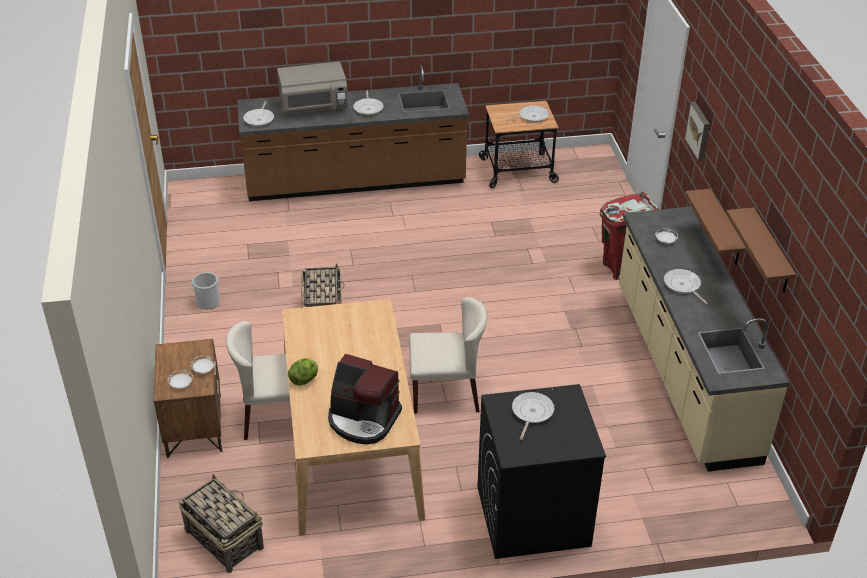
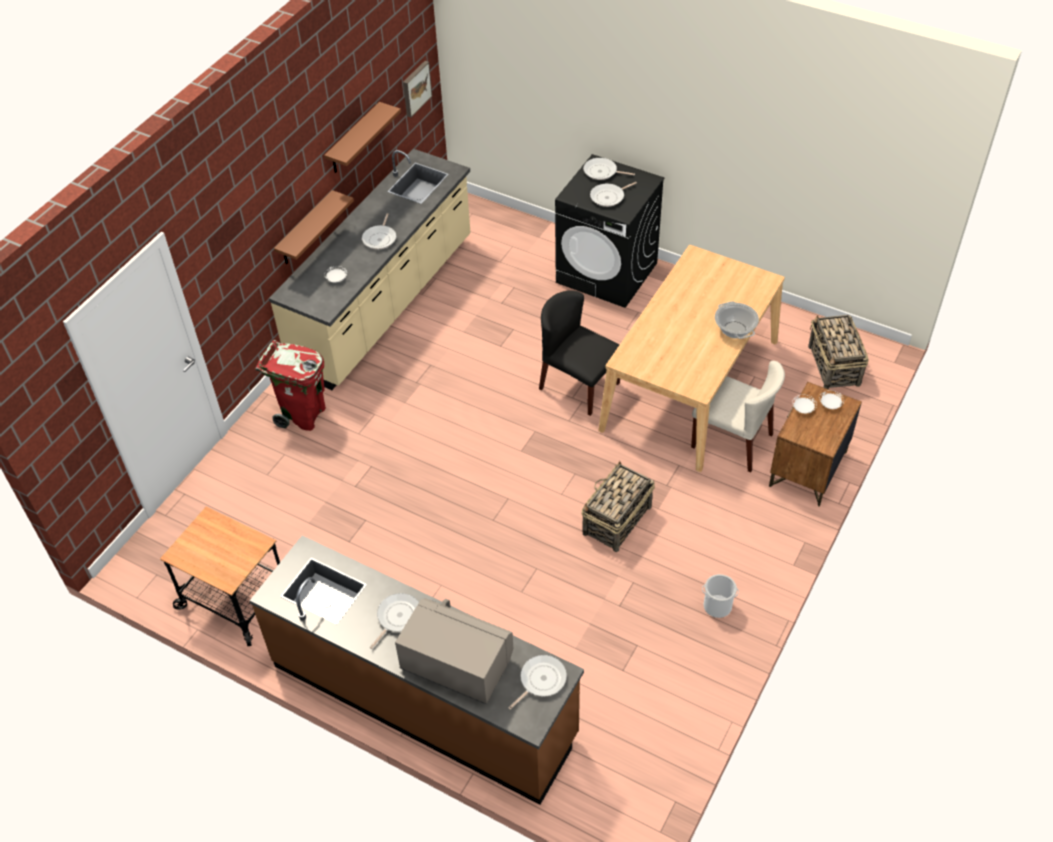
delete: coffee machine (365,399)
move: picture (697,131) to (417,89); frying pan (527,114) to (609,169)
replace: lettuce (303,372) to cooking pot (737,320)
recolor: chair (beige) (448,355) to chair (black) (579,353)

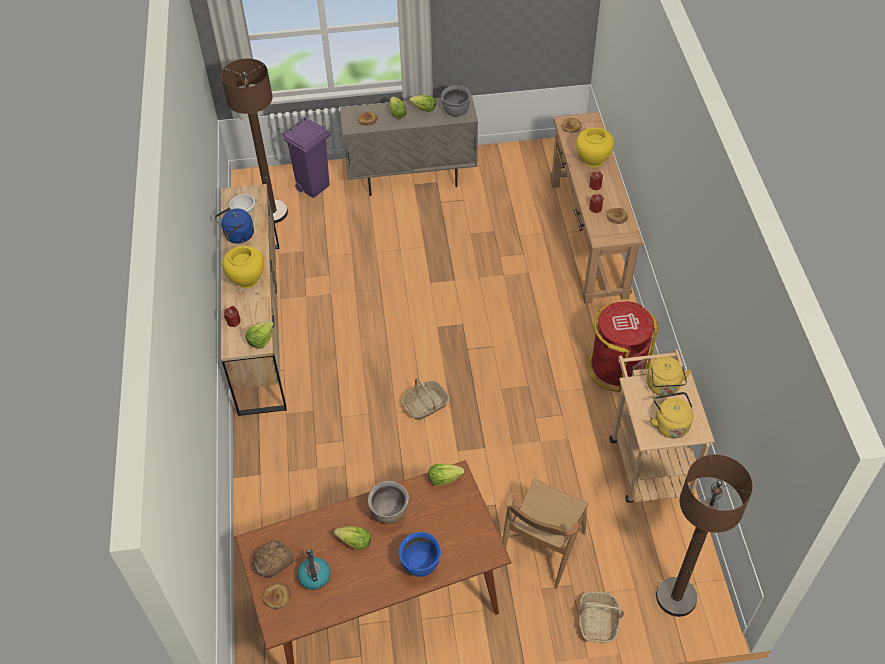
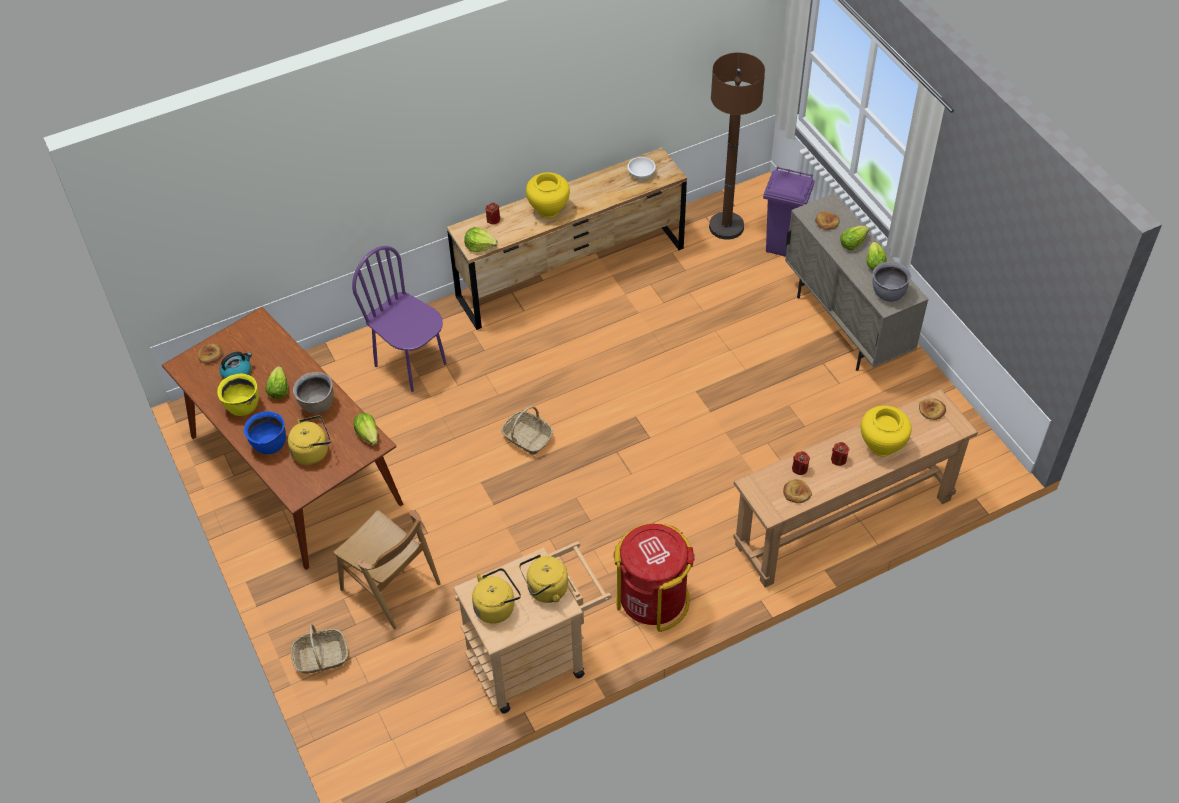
delete: kettle (blue) (234,226); floor lamp (brown) (704,535); bread (273,559)
insert: chair (purple) (399,319); cooking pot (yellow) (238,394); kettle (yellow) (309,440)
rotate: chair (brown) (545,533) = (387,569) 150 degrees counterclockwise

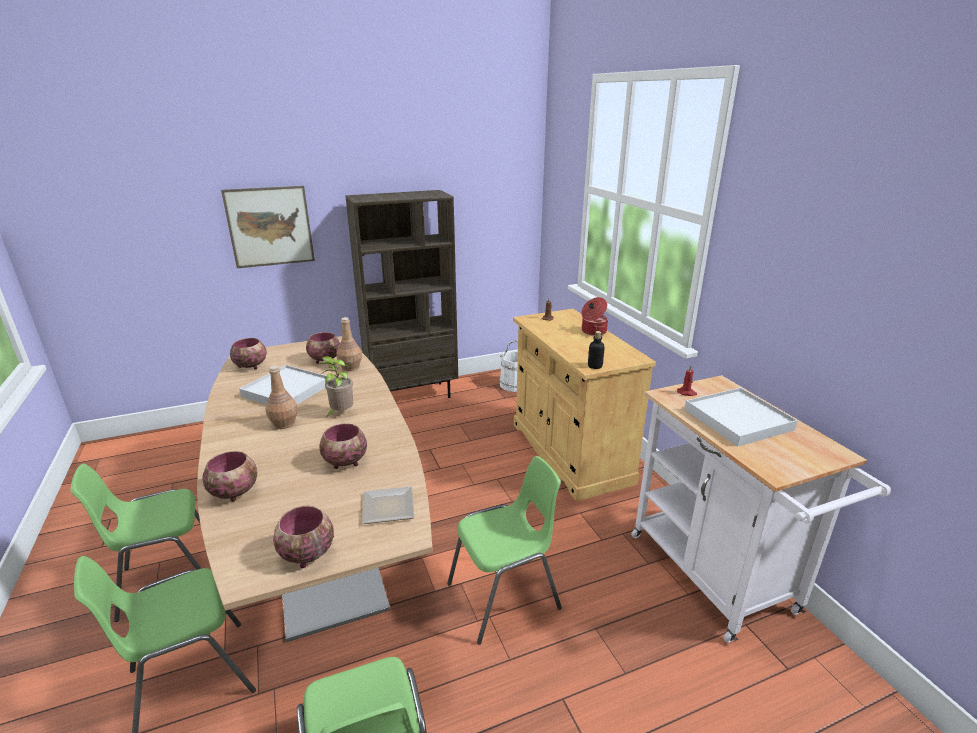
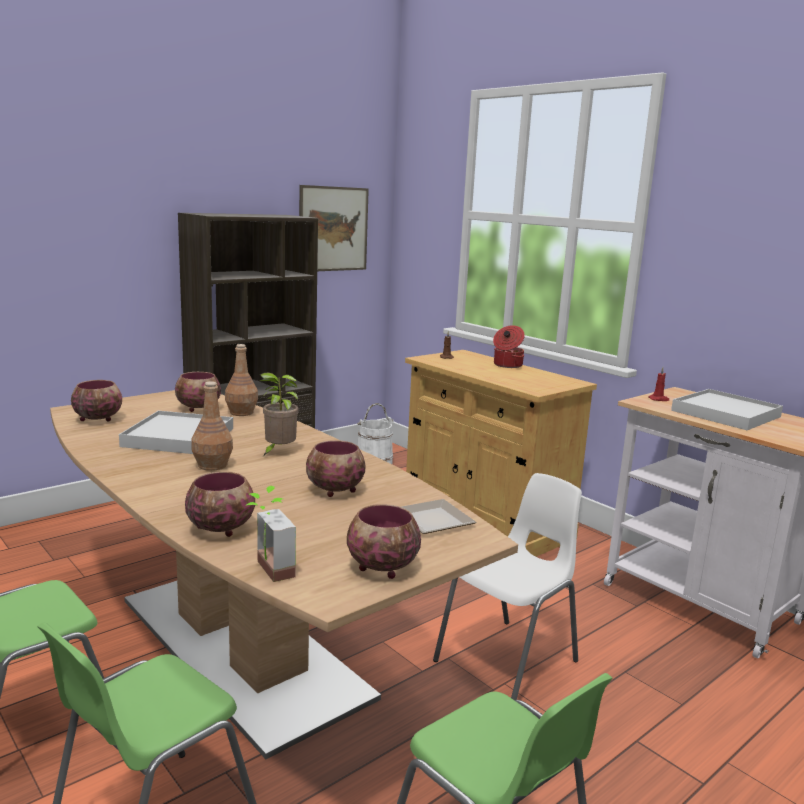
delete: bottle (596,350)
insert: potted plant (270,534)
move: picture (268,227) to (334,228)
recolor: chair (green) (504,550) to chair (white) (507,586)

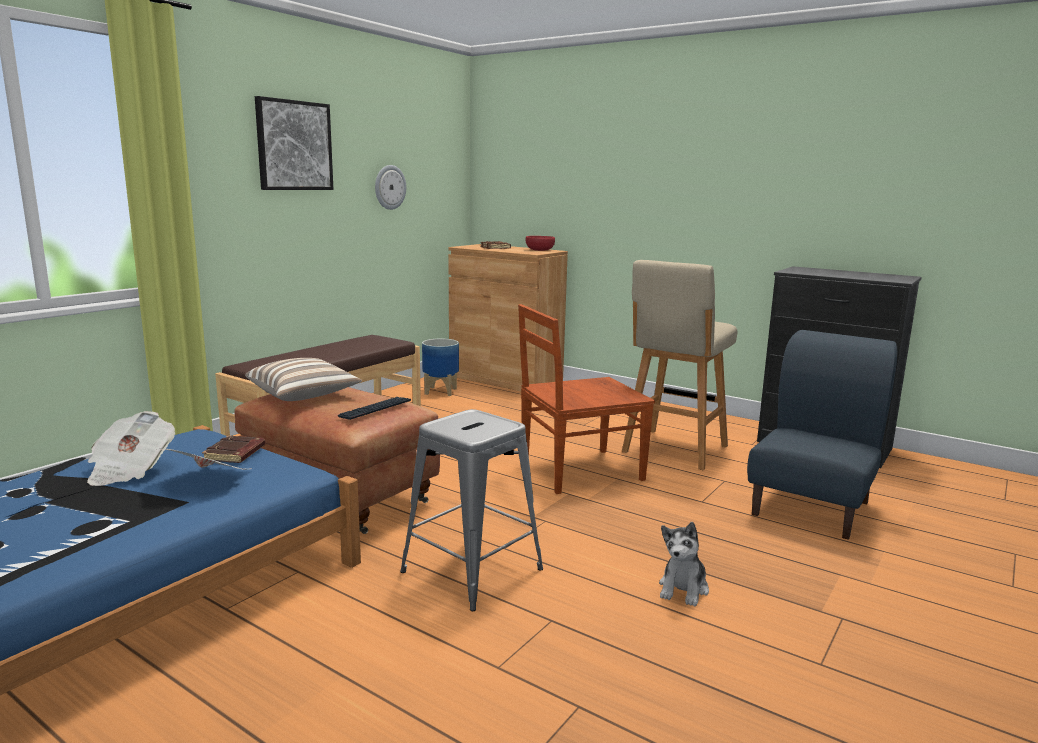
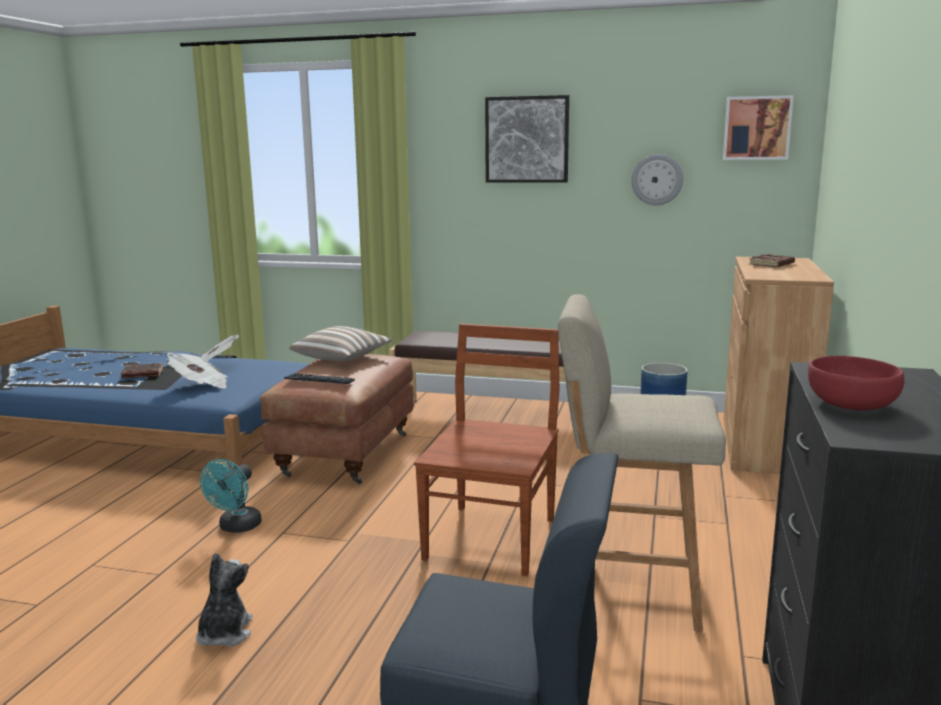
insert: picture (758,127)
move: bowl (red) (540,243) to (856,383); book (brown) (233,449) to (142,370)
replace: stool (grey) (471,510) to fan (turquoise) (230,496)
rotate: chair (brown) (586,399) = (486,450) 60 degrees clockwise; plush toy (684,564) = (224,600) 90 degrees clockwise

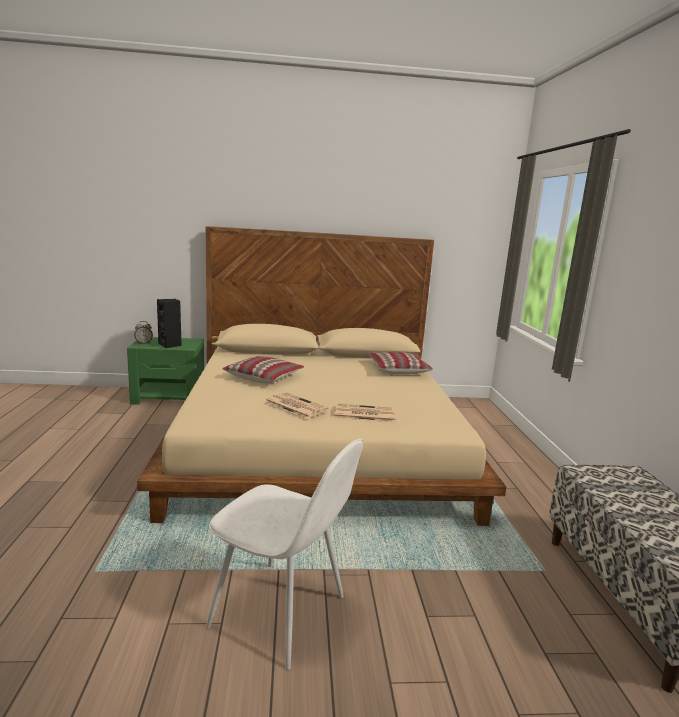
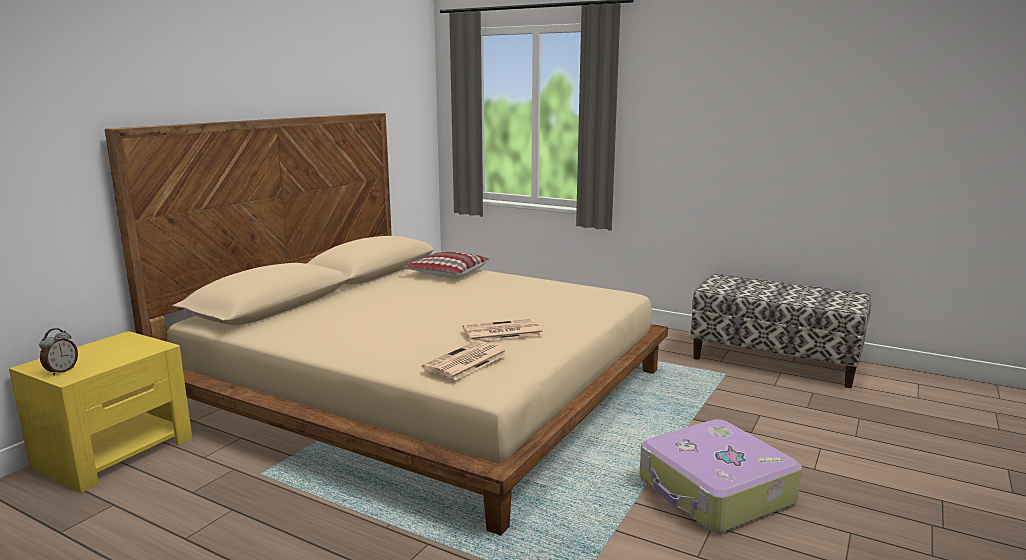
delete: speaker (black) (169,323); pillow (263,369)
move: newspaper (364,413) to (465,360)
replace: chair (white) (284,554) to suitcase (720,476)
recolor: nightstand (green) (165,371) to nightstand (yellow) (100,412)

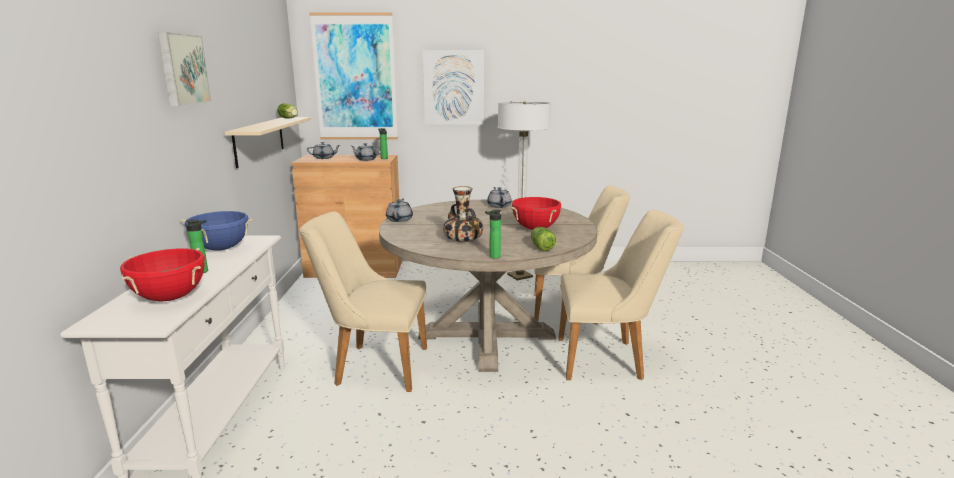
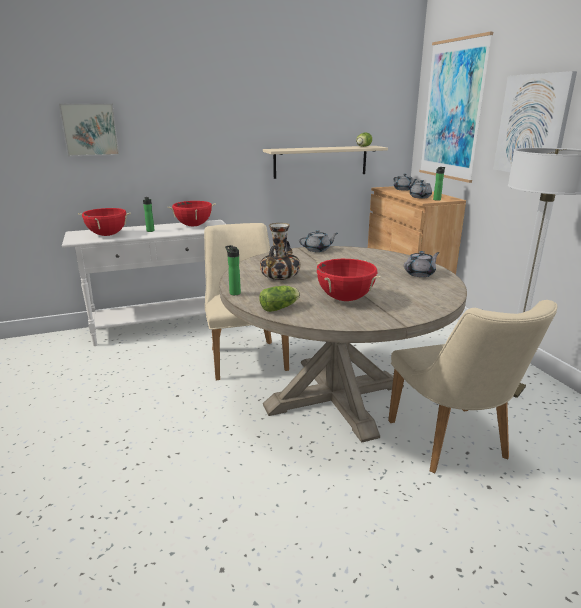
delete: chair (beige) (621,295)
move: picture (185,69) to (89,130)
recolor: cooking pot (blue) (217,231) to cooking pot (red) (192,213)

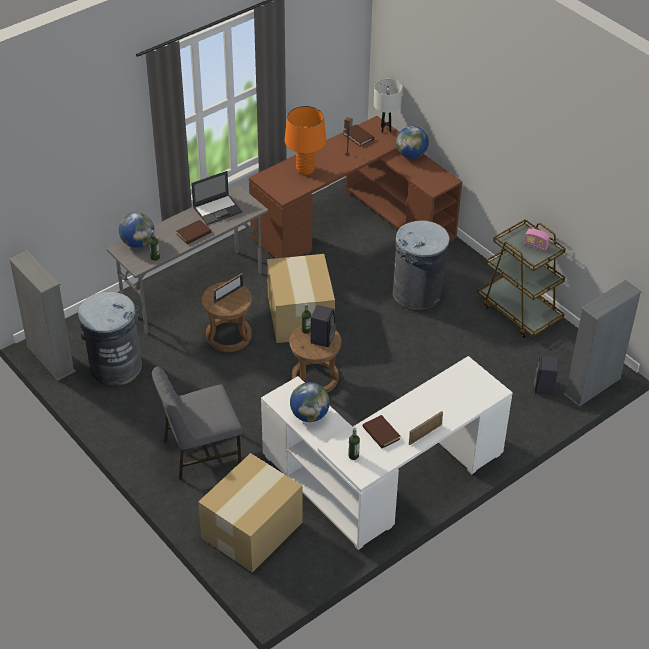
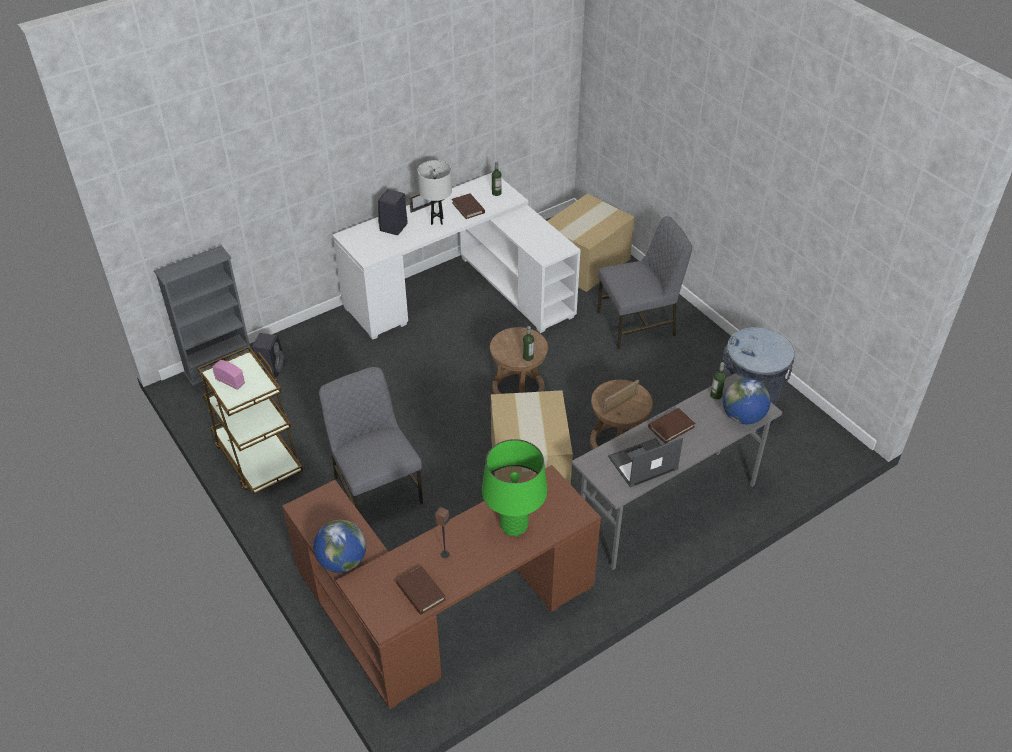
delete: bookcase (grey) (42,315); globe (310,402)
move: table lamp (white) (388,106) to (434,192); speaker (black) (323,326) to (393,212)
replace: trash can (grey) (421,265) to chair (grey) (371,440)
recolor: table lamp (orange) (305,140) to table lamp (green) (514,487)

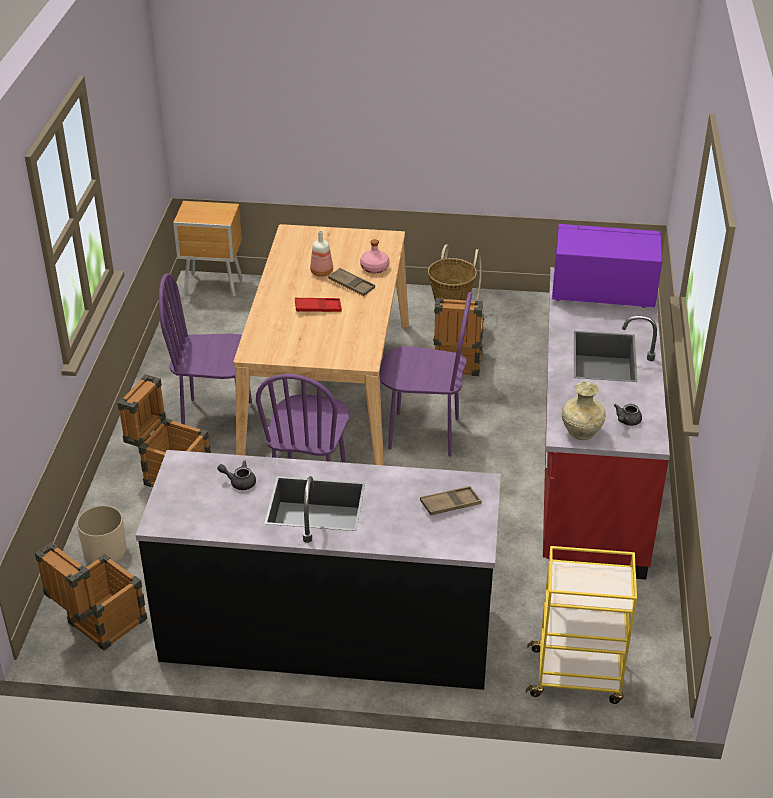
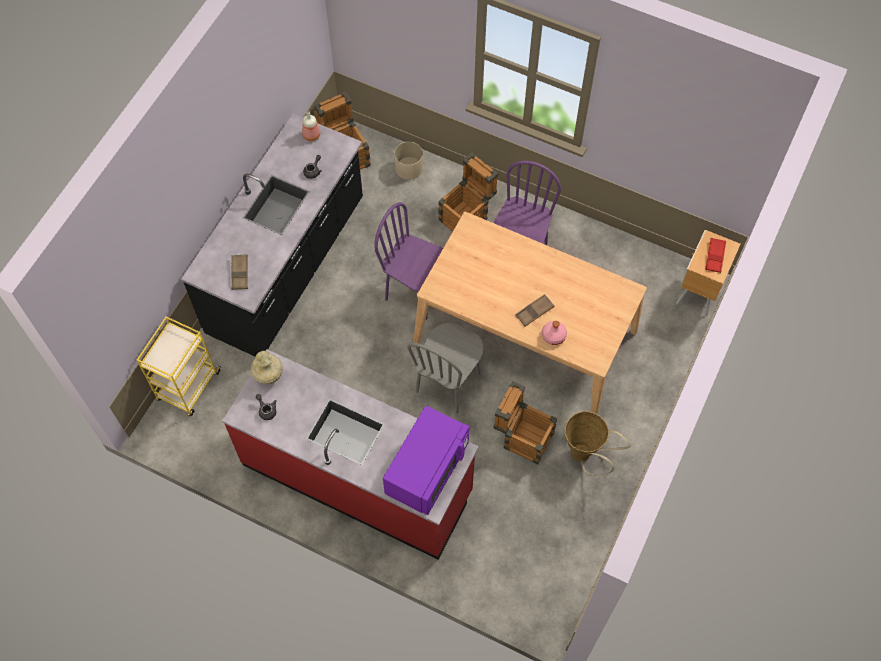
move: bottle (321,254) to (311,126); tray (red) (318,305) to (715,255)
recolor: chair (purple) (425,374) to chair (grey) (445,368)

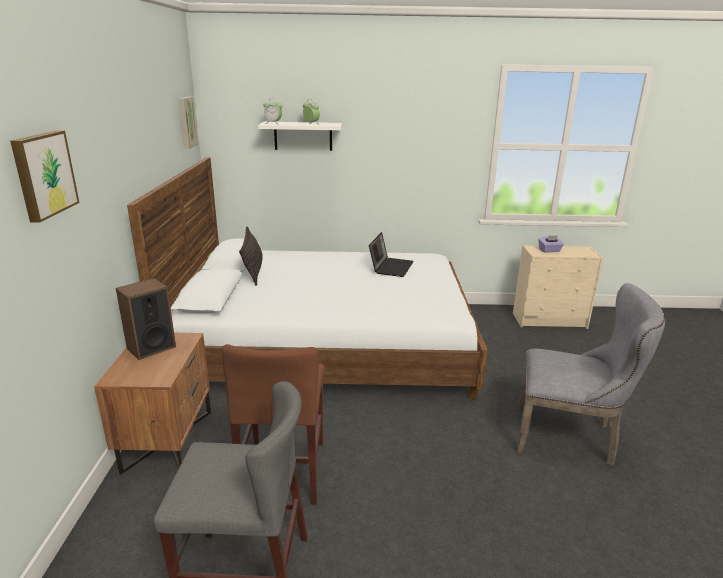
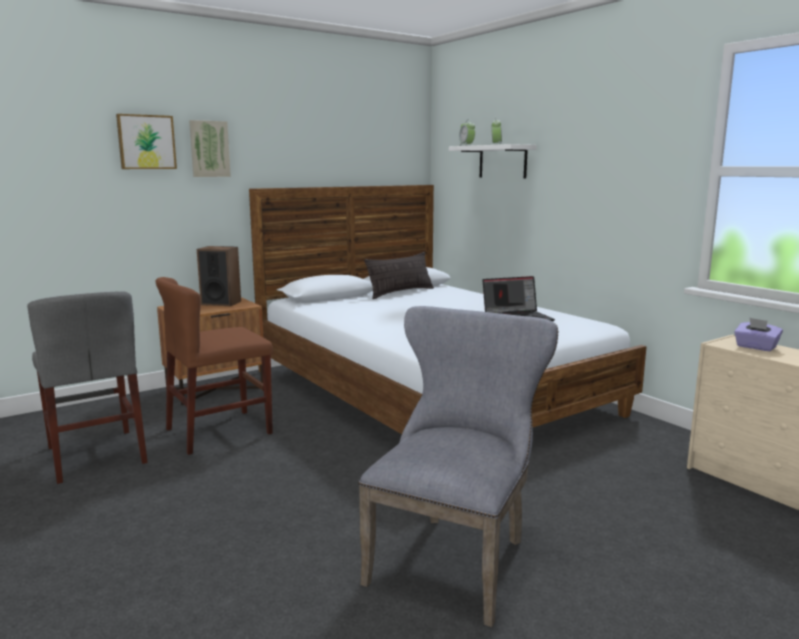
move: picture (188,123) to (210,148)
rotate: chair (grey) (590,374) = (458,466) 135 degrees counterclockwise

